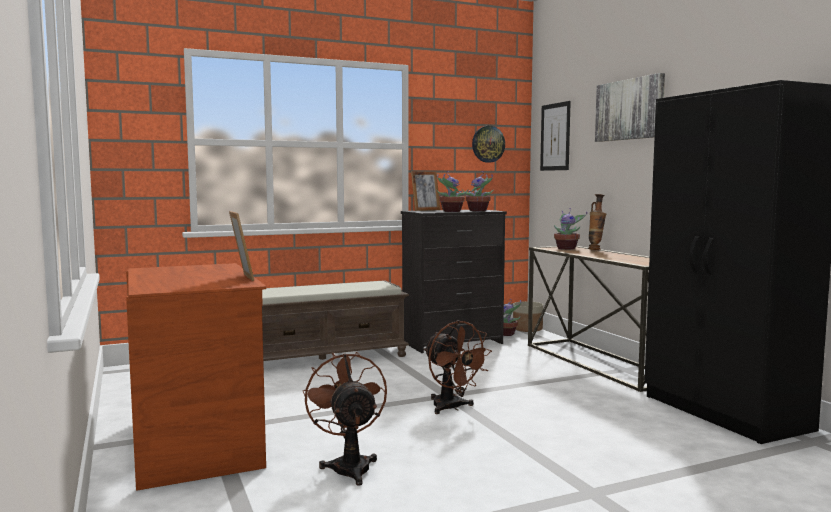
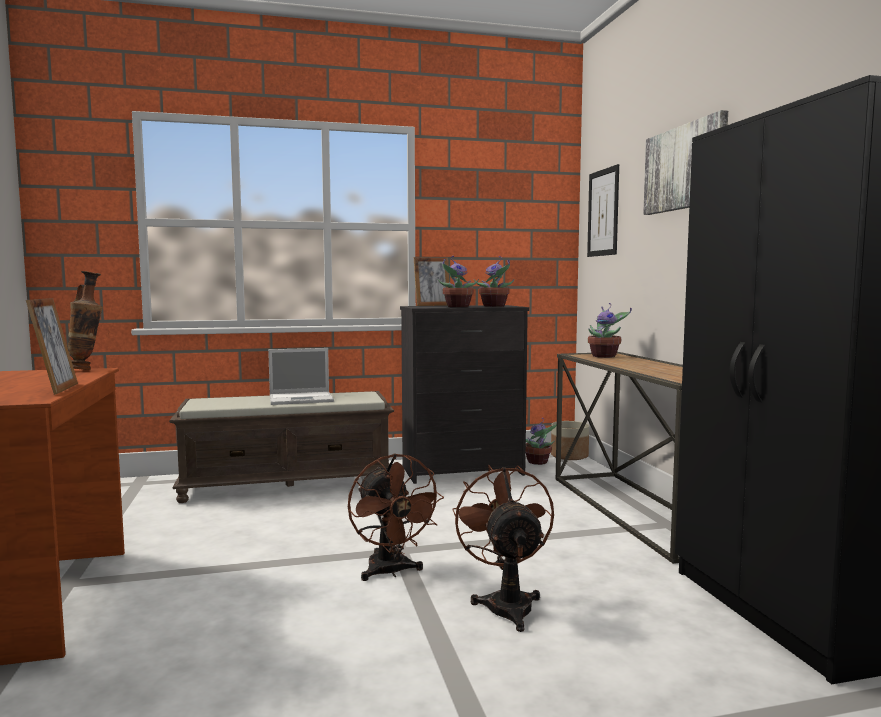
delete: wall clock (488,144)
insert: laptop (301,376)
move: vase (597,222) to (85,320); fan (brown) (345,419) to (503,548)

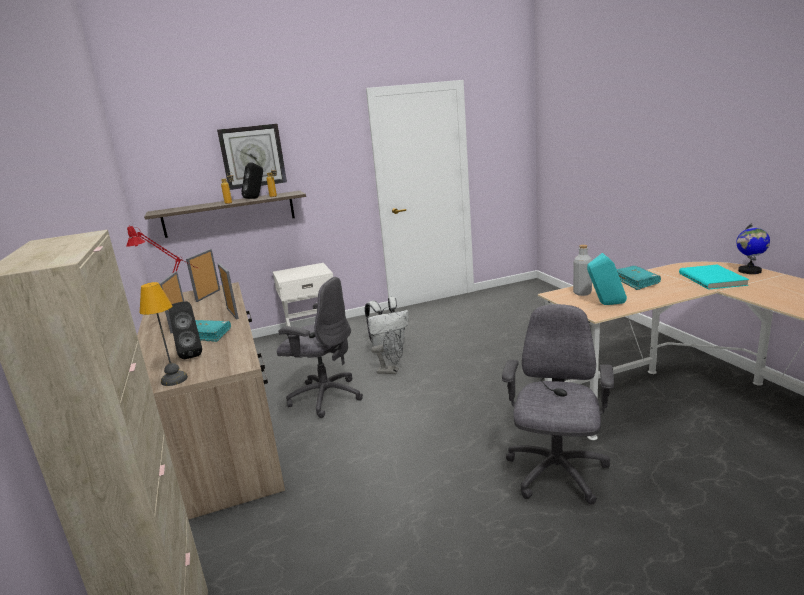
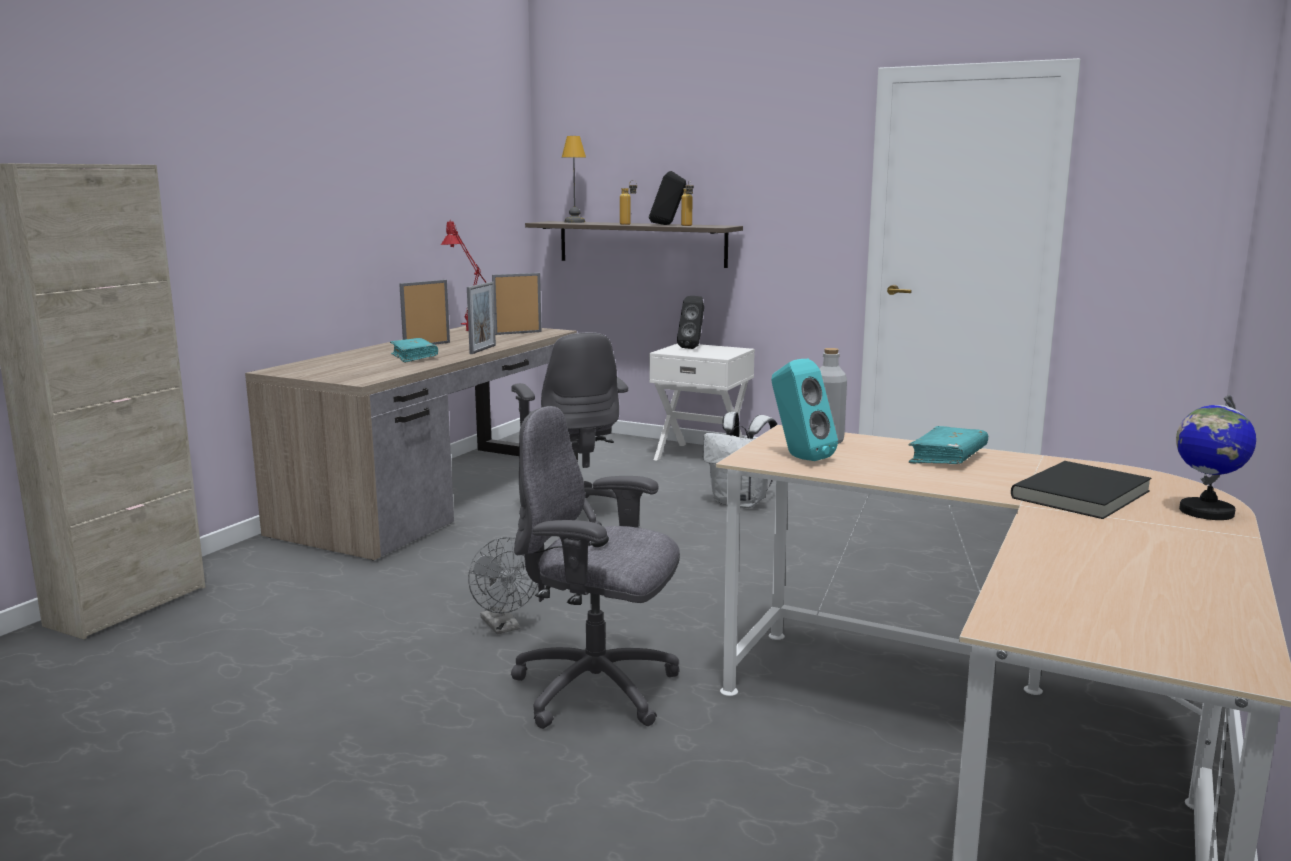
delete: wall clock (252,157)
move: table lamp (164,334) to (574,179); speaker (black) (185,330) to (690,322); fan (grey) (387,351) to (503,585)
recolor: book (turquoise) (714,277) to book (black) (1081,490)
rotate: office chair (grey) (558,404) = (595,567) 135 degrees counterclockwise

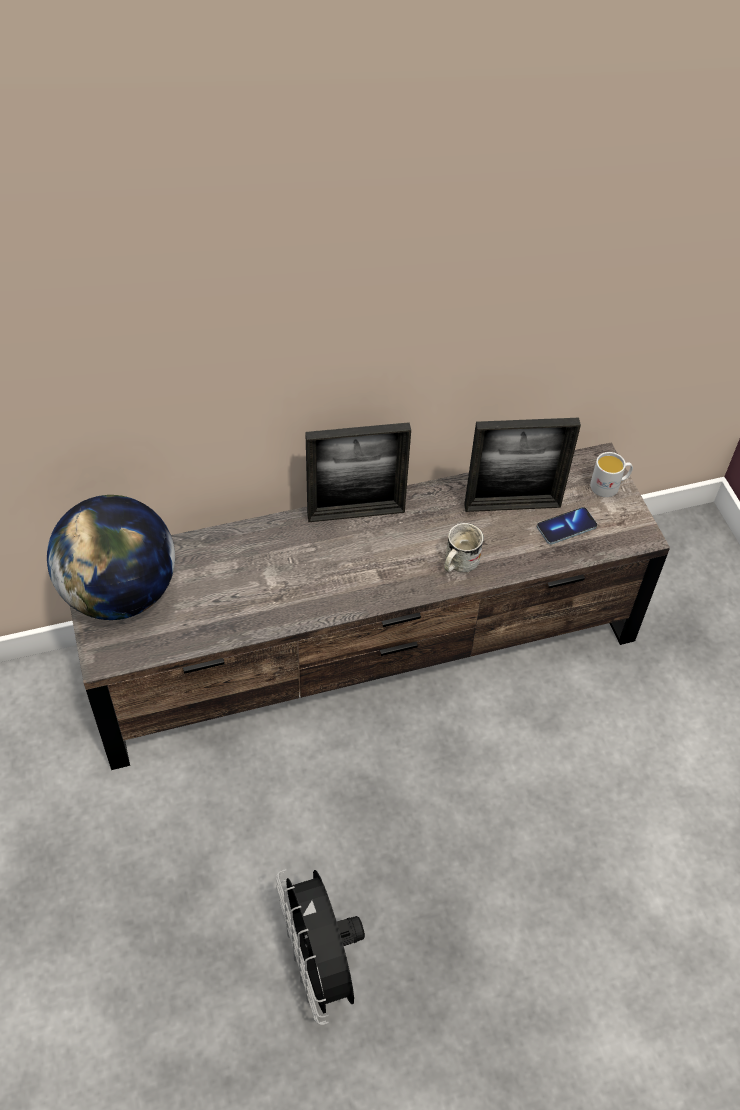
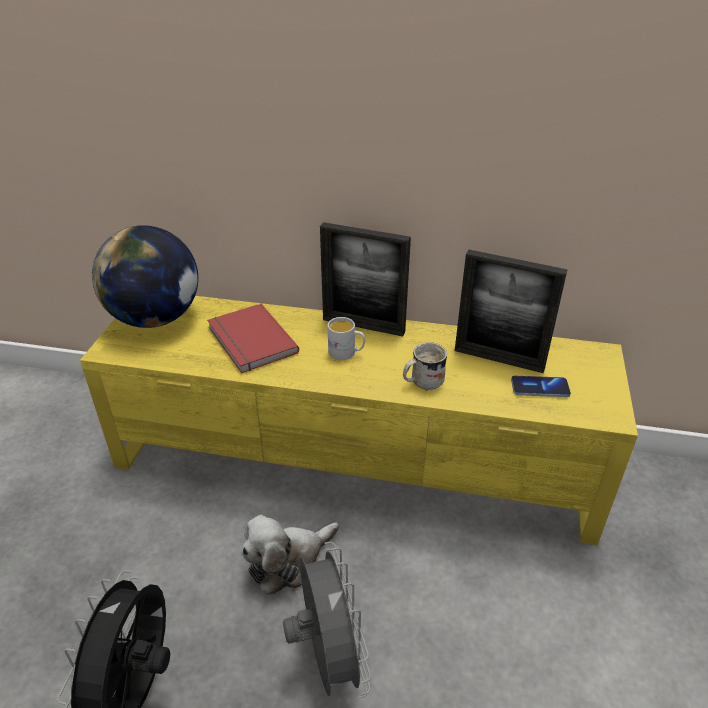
insert: book (red) (253,338); plush toy (290,555); fan (grey) (327,620)
move: mug (white) (611,474) to (346,338)
recolor: tv stand (brown) (370,606) to tv stand (yellow) (359,421)

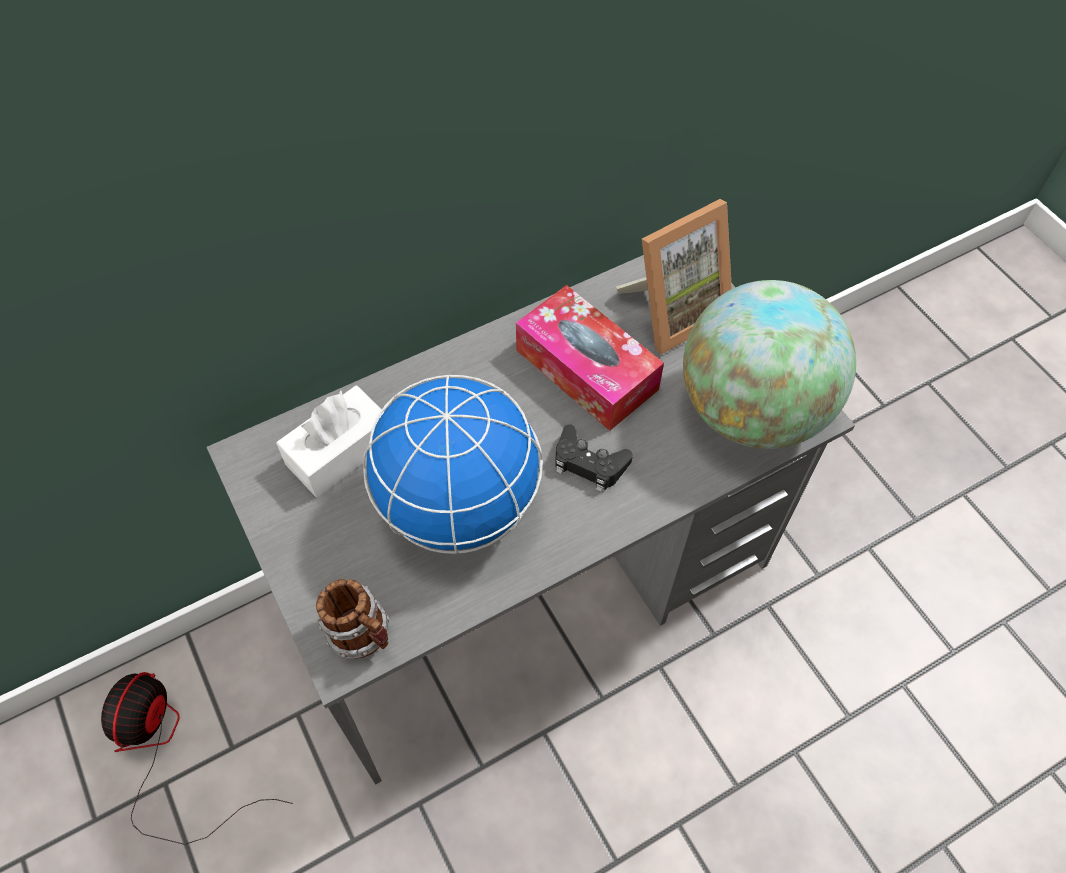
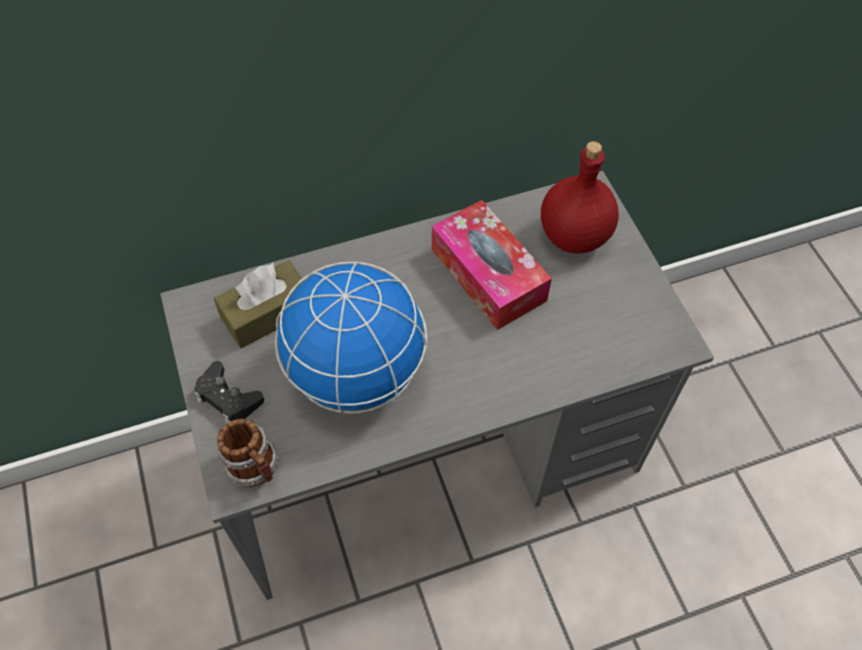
delete: globe (769,364); fan (197,758)
move: game controller (black) (594,458) to (229,392)
replace: picture frame (674,276) to bottle (red) (580,197)
recolor: tissue box (white) (330,441) to tissue box (brown) (259,304)

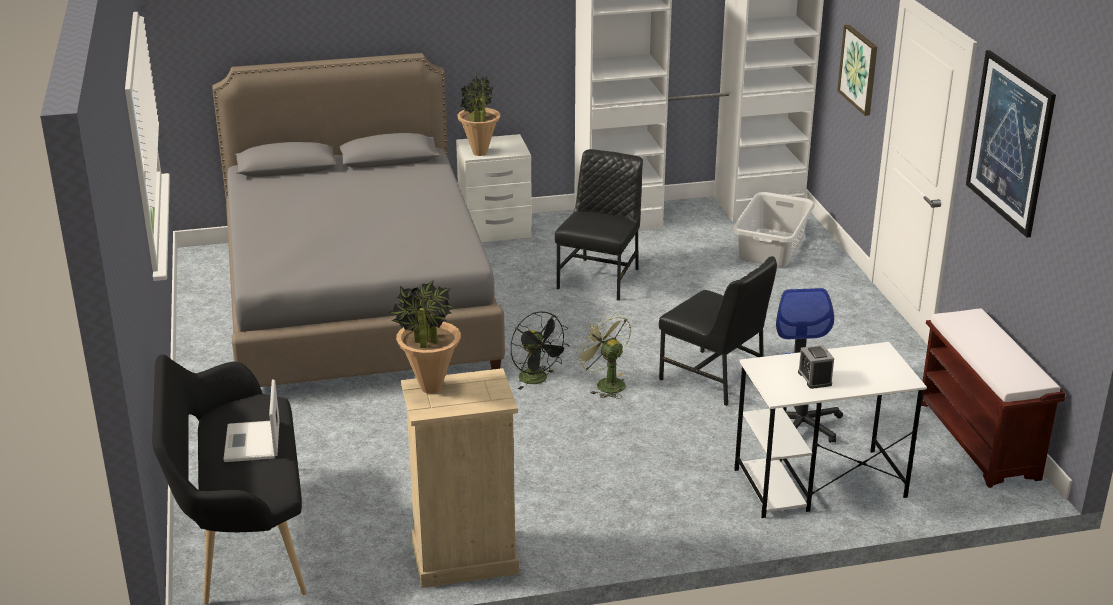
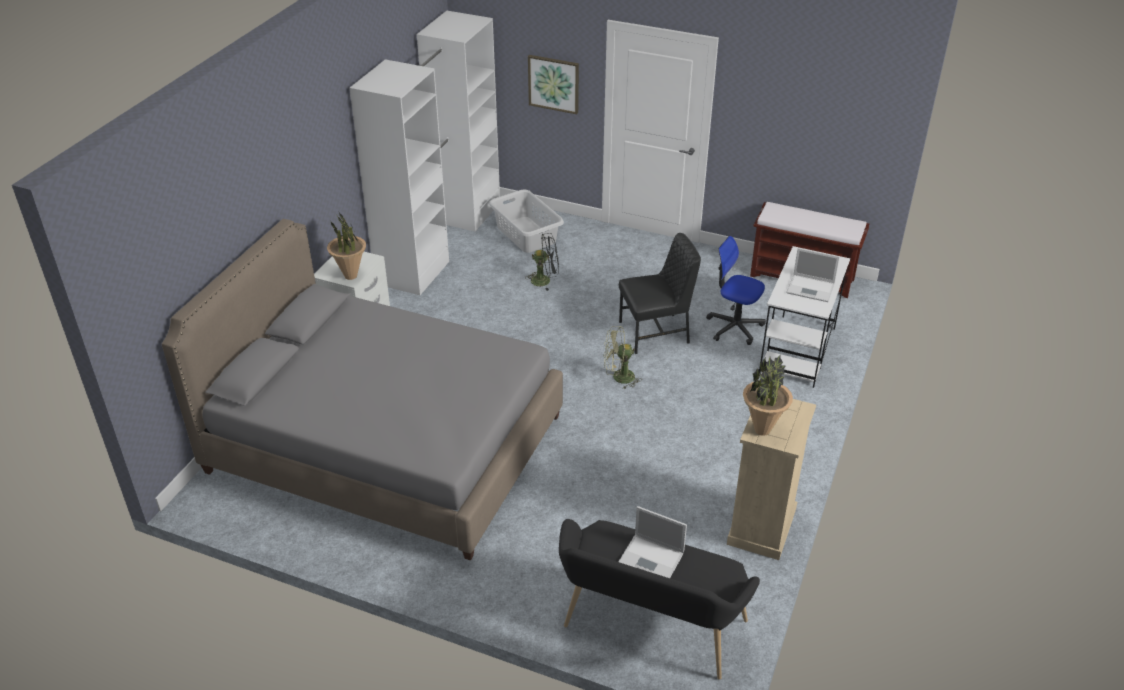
delete: picture (1011,144); chair (black) (599,224)
move: fan (black) (540,350) to (542,262)
replace: alarm clock (816,367) to laptop (813,275)

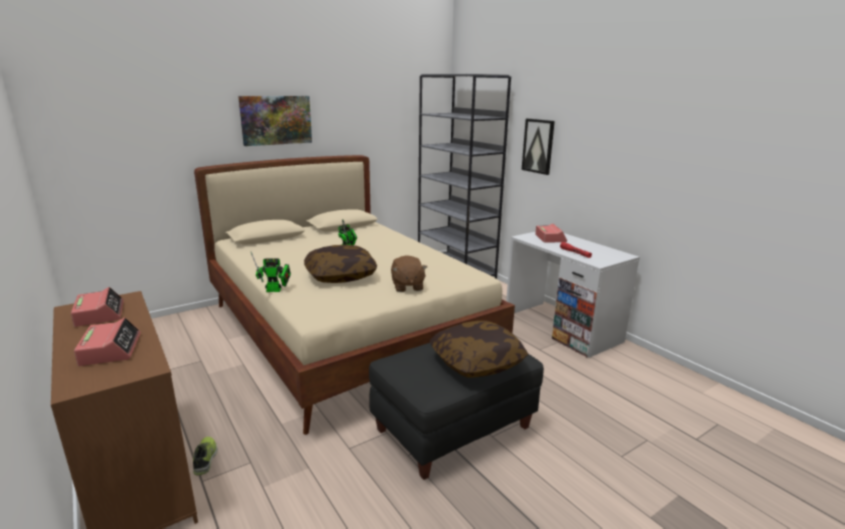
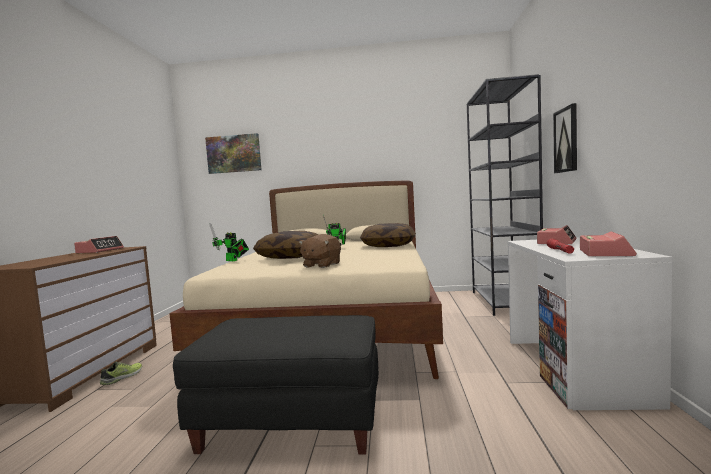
move: picture (275,121) to (233,153); alarm clock (107,342) to (608,244); pillow (479,349) to (388,235)

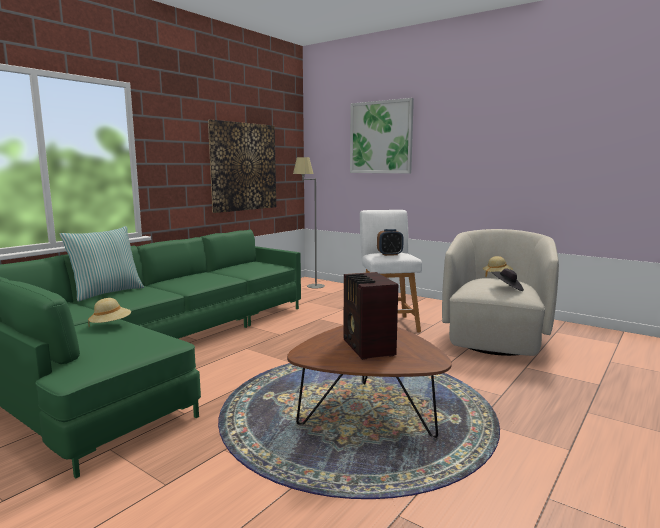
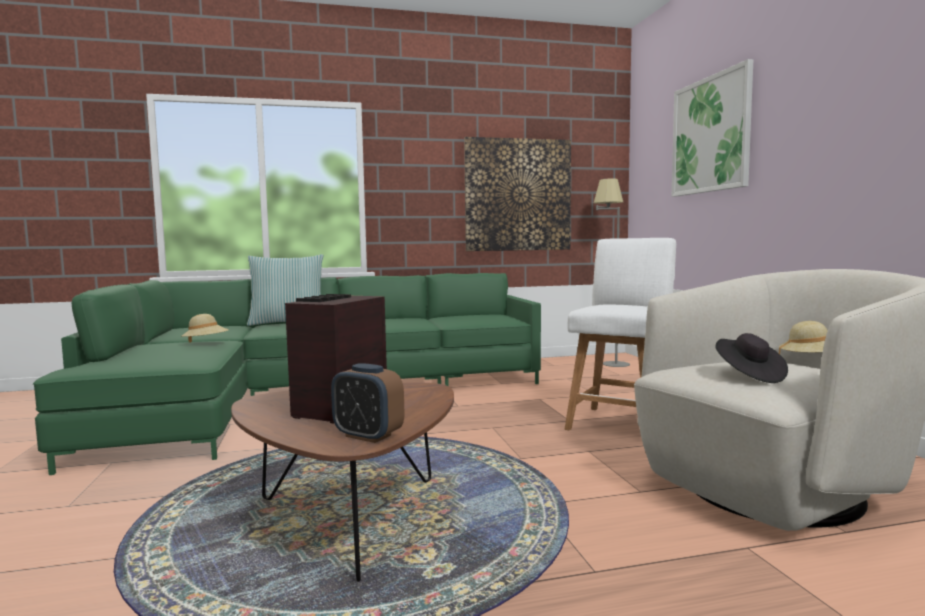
move: alarm clock (390,242) to (368,403)

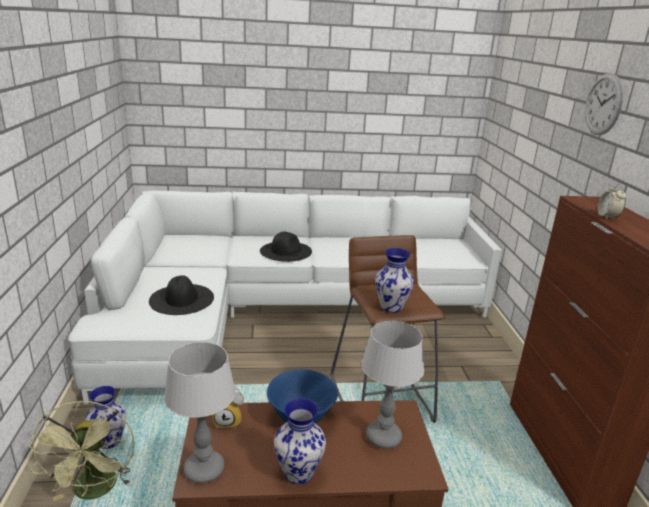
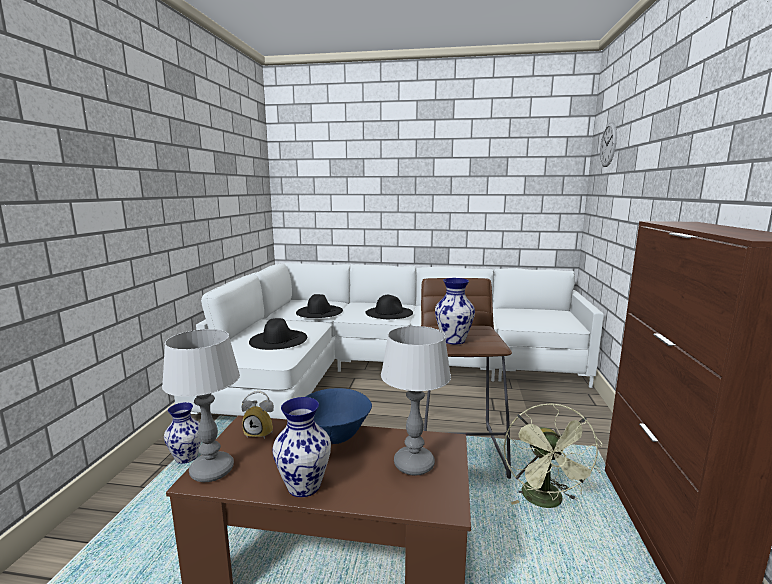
delete: alarm clock (611,202)
insert: hat (black) (319,306)
move: wall clock (604,104) to (608,144); fan (green) (81,450) to (553,455)

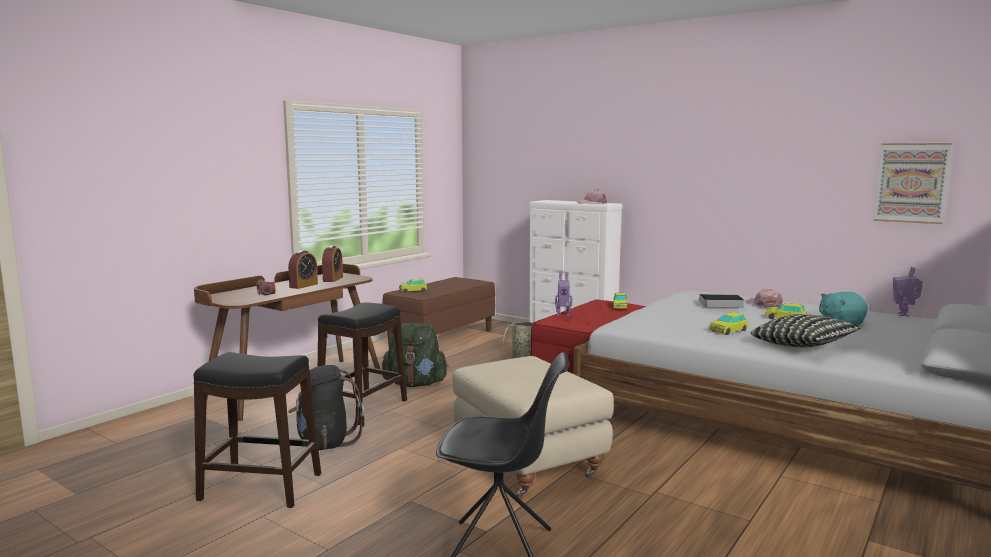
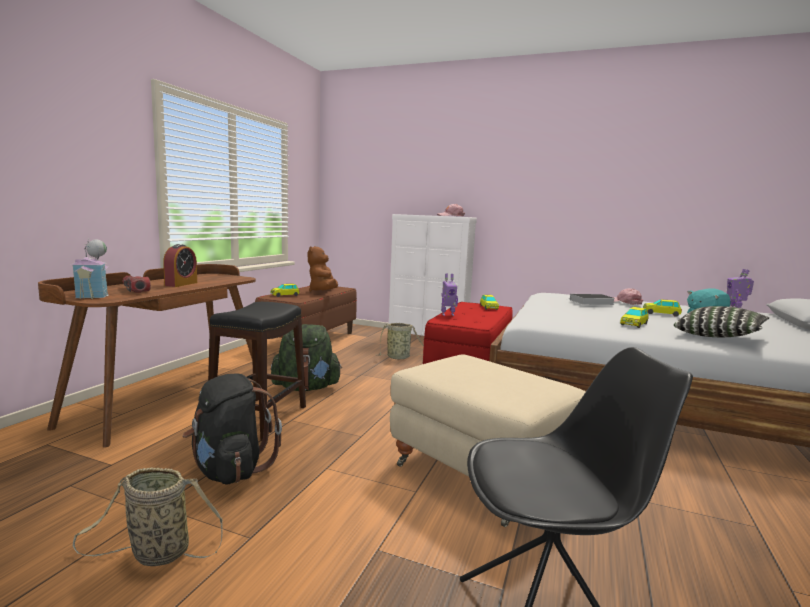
delete: picture (913,183); alarm clock (332,264)
insert: toy house (90,268); plush toy (brown) (323,269)
replace: stool (black) (257,430) to basket (148,517)

